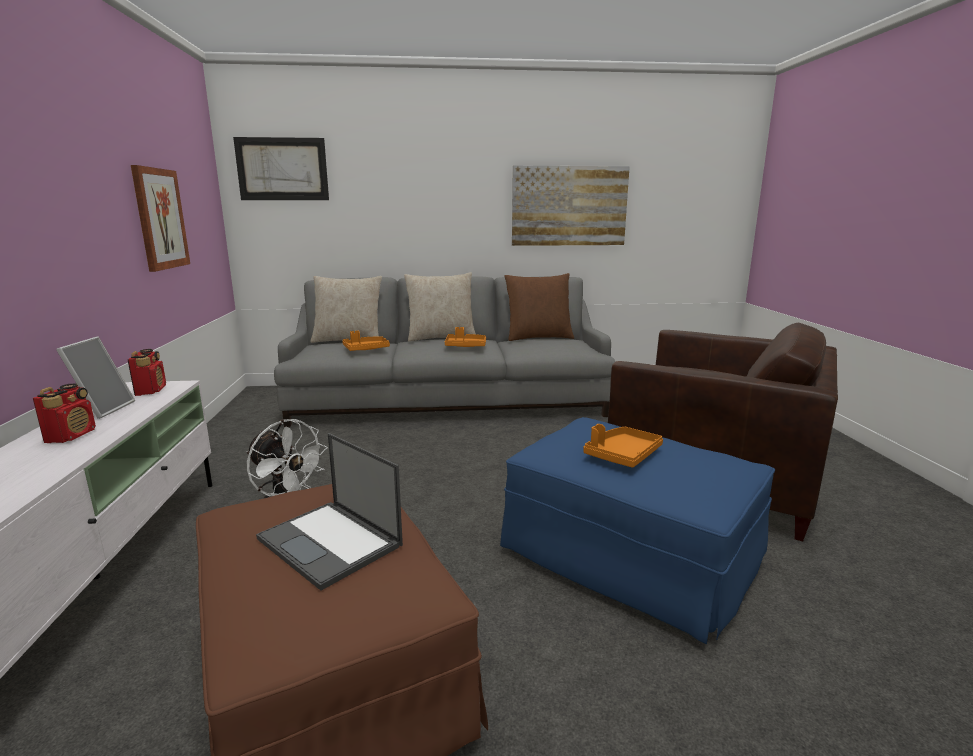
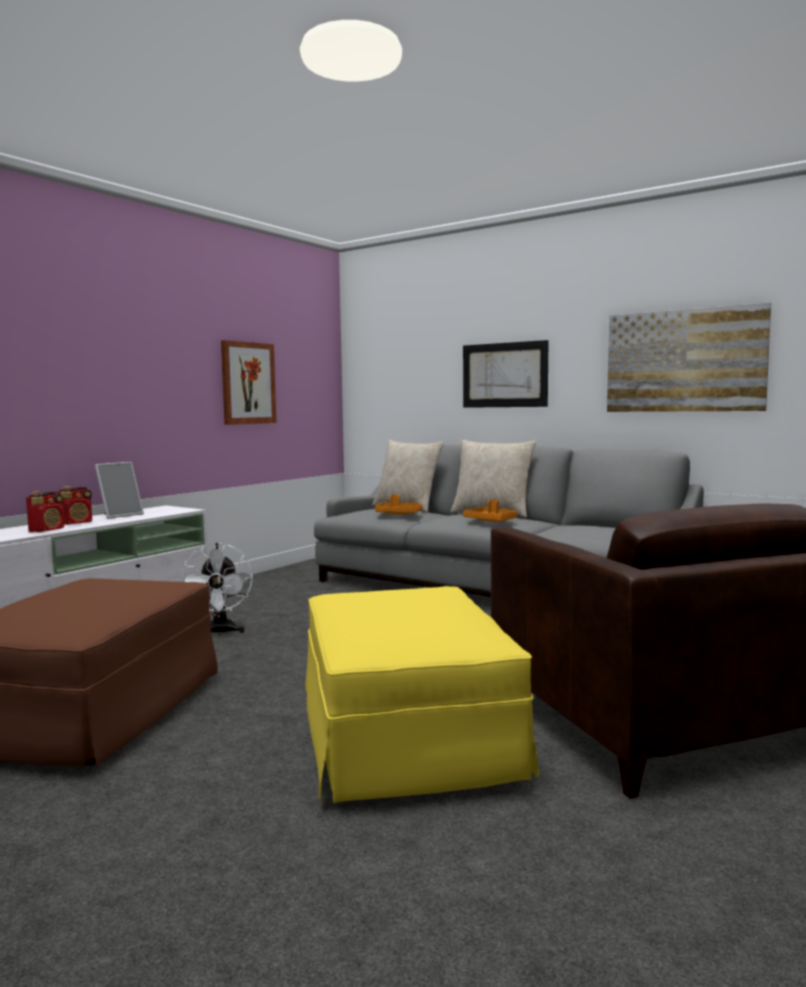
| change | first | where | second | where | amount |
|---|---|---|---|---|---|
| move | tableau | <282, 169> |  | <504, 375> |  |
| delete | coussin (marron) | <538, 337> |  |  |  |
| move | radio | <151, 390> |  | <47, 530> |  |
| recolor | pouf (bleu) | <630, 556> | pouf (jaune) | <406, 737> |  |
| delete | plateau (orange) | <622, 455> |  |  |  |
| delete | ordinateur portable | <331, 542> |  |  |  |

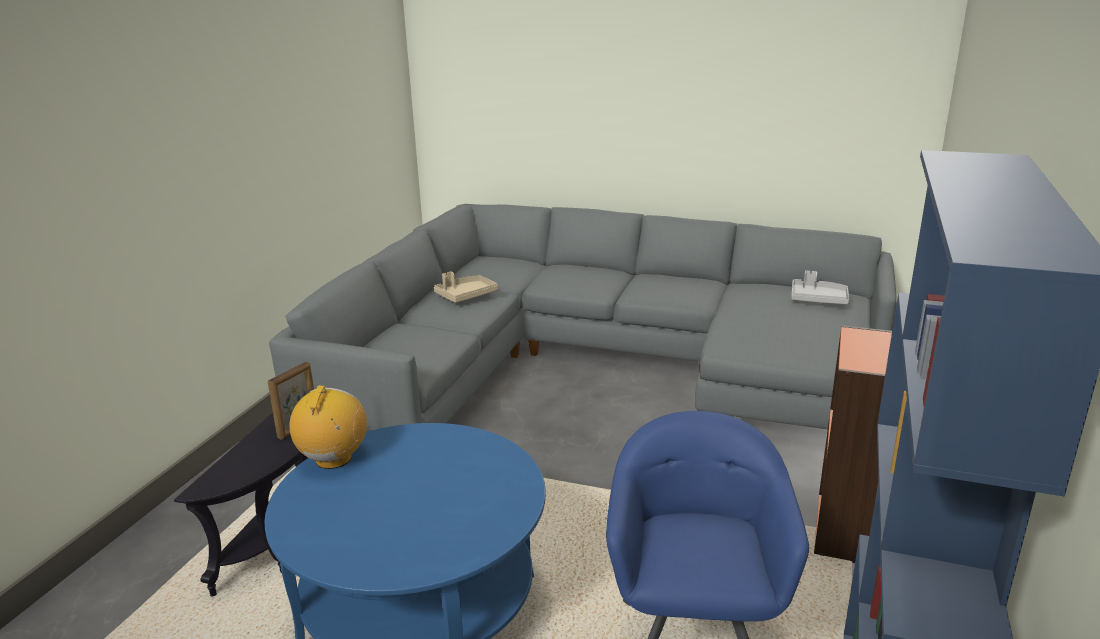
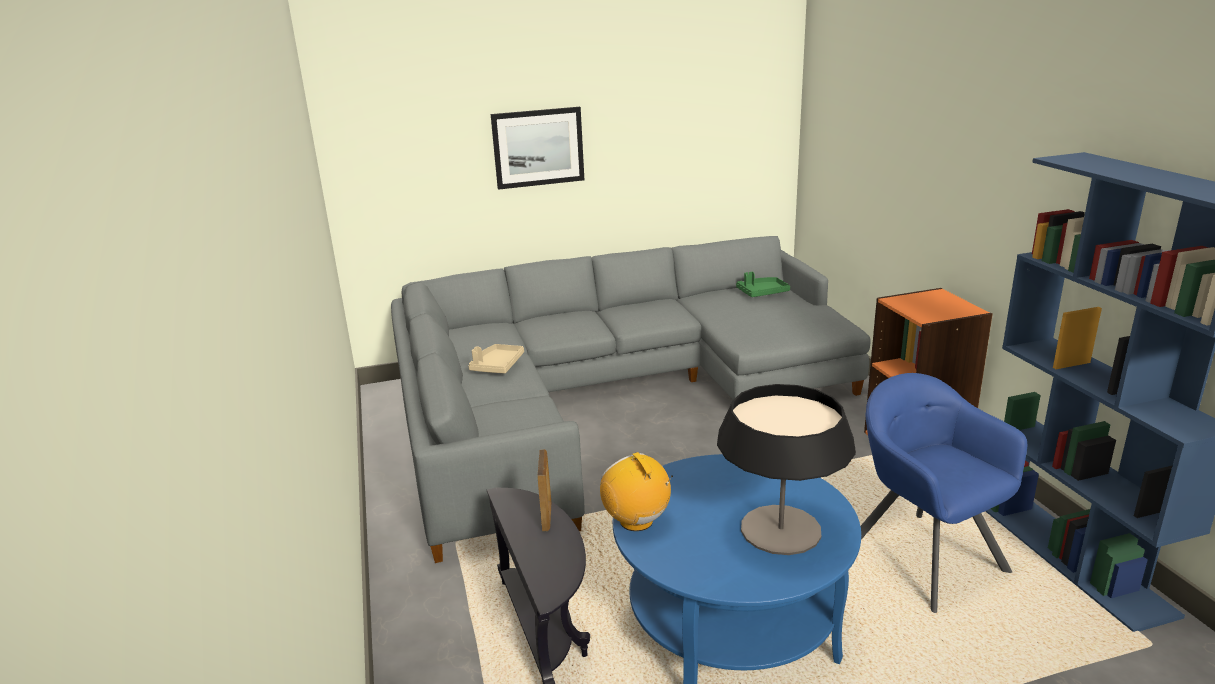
| change | first | where | second | where | amount |
|---|---|---|---|---|---|
| recolor | plateau (gris) | <818, 299> | plateau (vert) | <762, 293> |  |
| insert |  |  | tableau | <538, 147> |  |
| insert |  |  | lampe de table | <780, 530> |  |

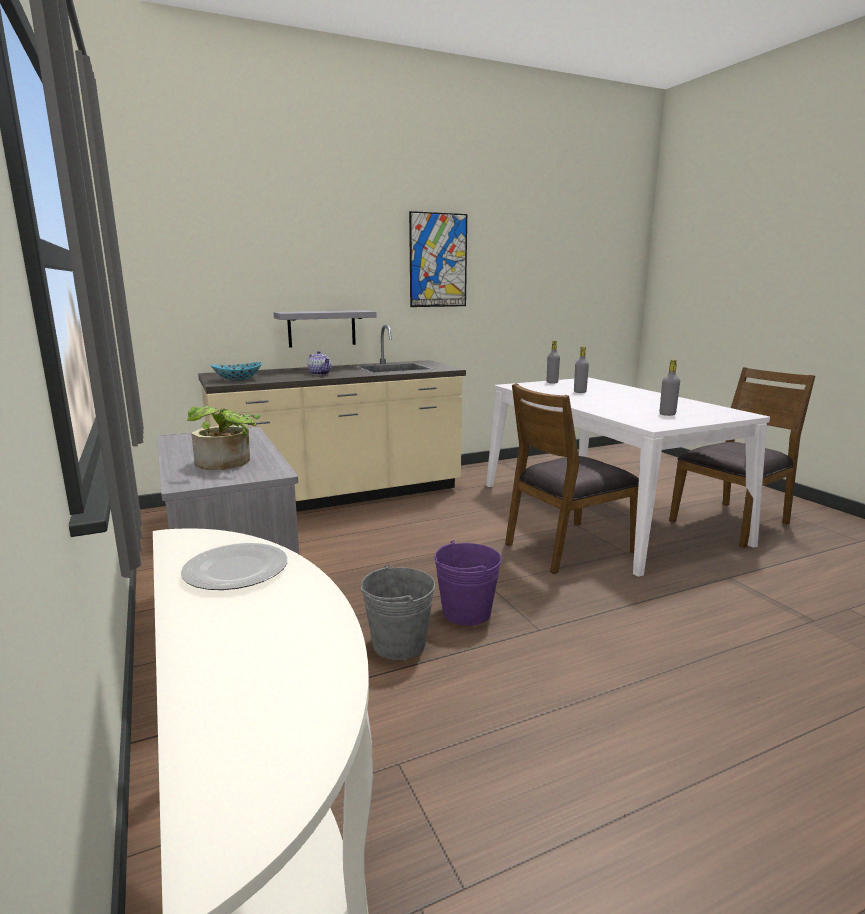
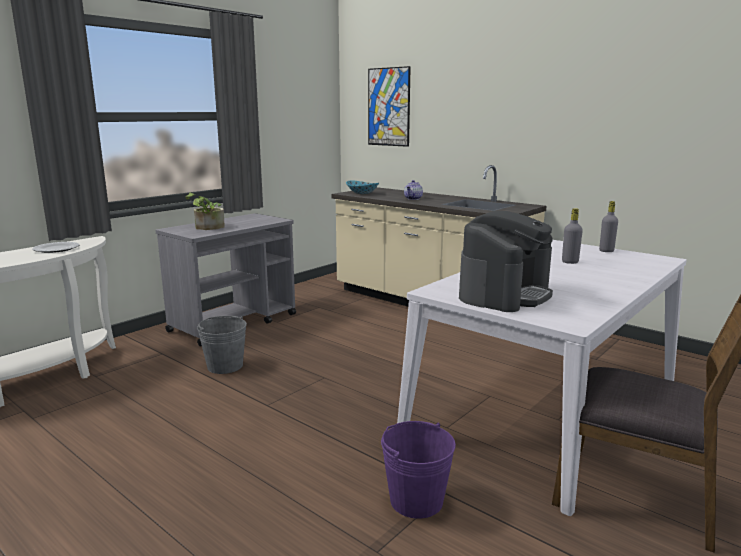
| change | first | where | second | where | amount |
|---|---|---|---|---|---|
| move | tableau | <438, 260> |  | <388, 107> |  |
| delete | étagère (gris) | <322, 328> |  |  |  |
| replace | bouteille (gris) | <667, 414> | machine à café | <504, 294> |  |
| delete | chaise (marron) | <568, 547> |  |  |  |
| move | seau (violet) | <466, 612> |  | <416, 500> |  |

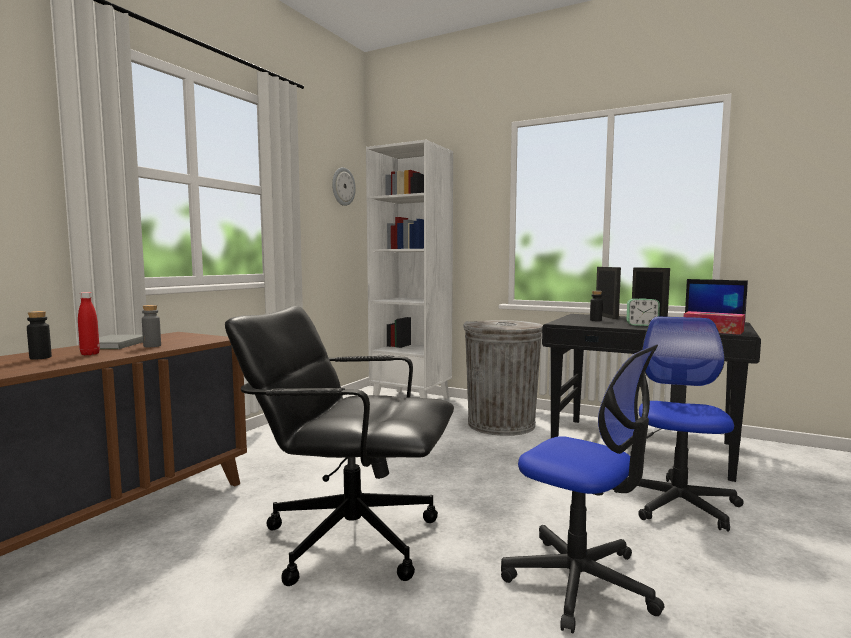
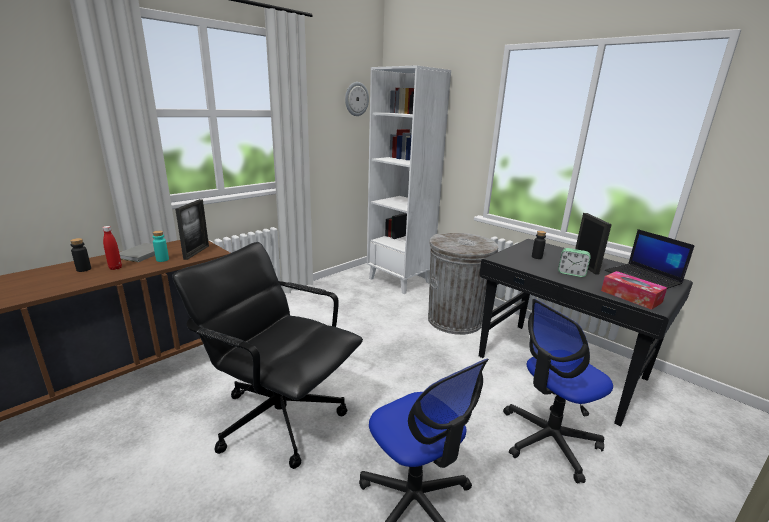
| change | first | where | second | where | amount |
|---|---|---|---|---|---|
| move | cadre photo | <606, 317> |  | <196, 252> |  |
| recolor | bouteille (gris) | <152, 346> | bouteille (turquoise) | <162, 259> |  |
| rotate | chaise de bureau | <677, 503> |  | <548, 440> | 150 degrees counterclockwise |

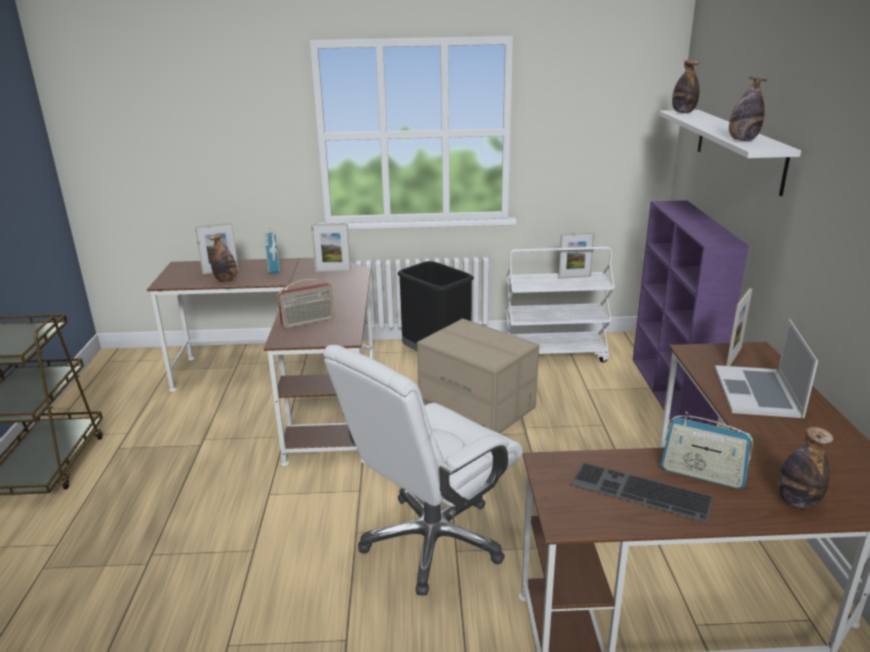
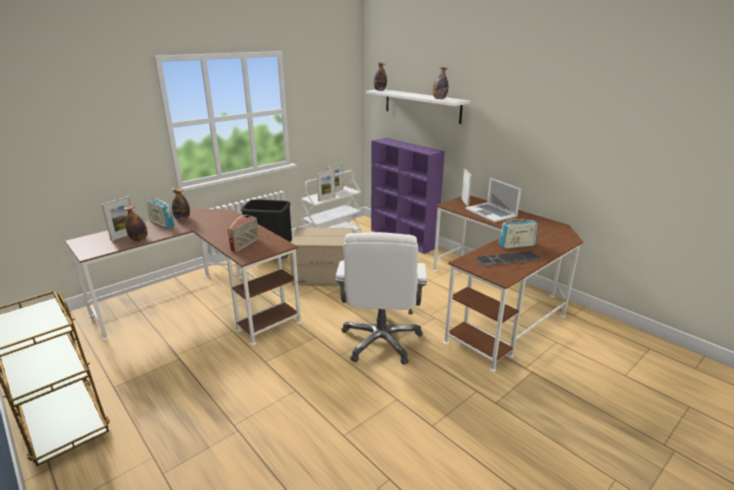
| change | first | where | second | where | amount |
|---|---|---|---|---|---|
| move | cadre photo | <333, 271> |  | <326, 198> |  |
| move | bouteille | <797, 501> |  | <182, 219> |  |

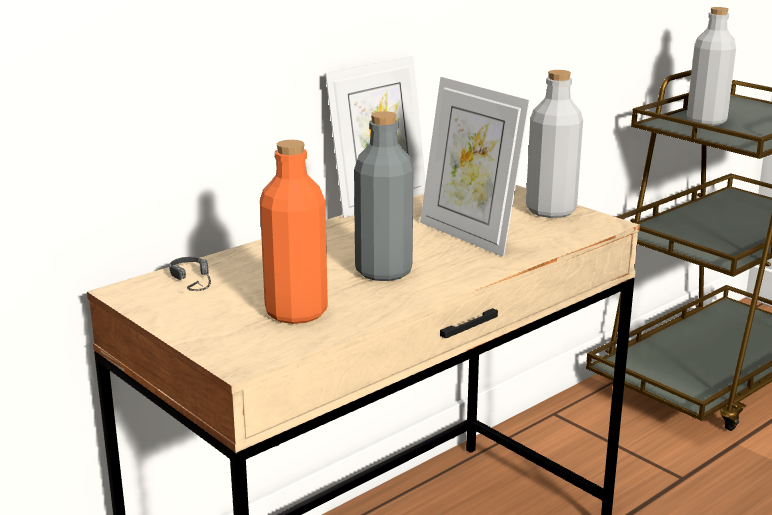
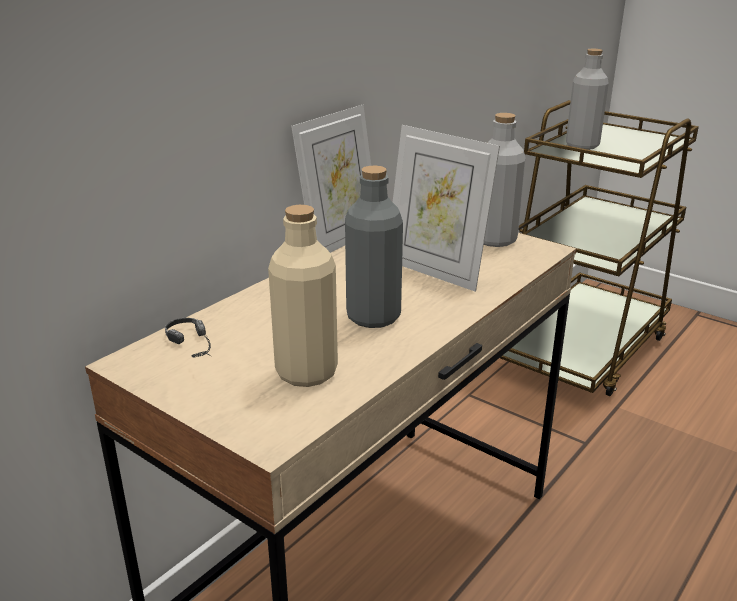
| change | first | where | second | where | amount |
|---|---|---|---|---|---|
| recolor | bouteille (orange) | <296, 312> | bouteille (beige) | <306, 372> |  |

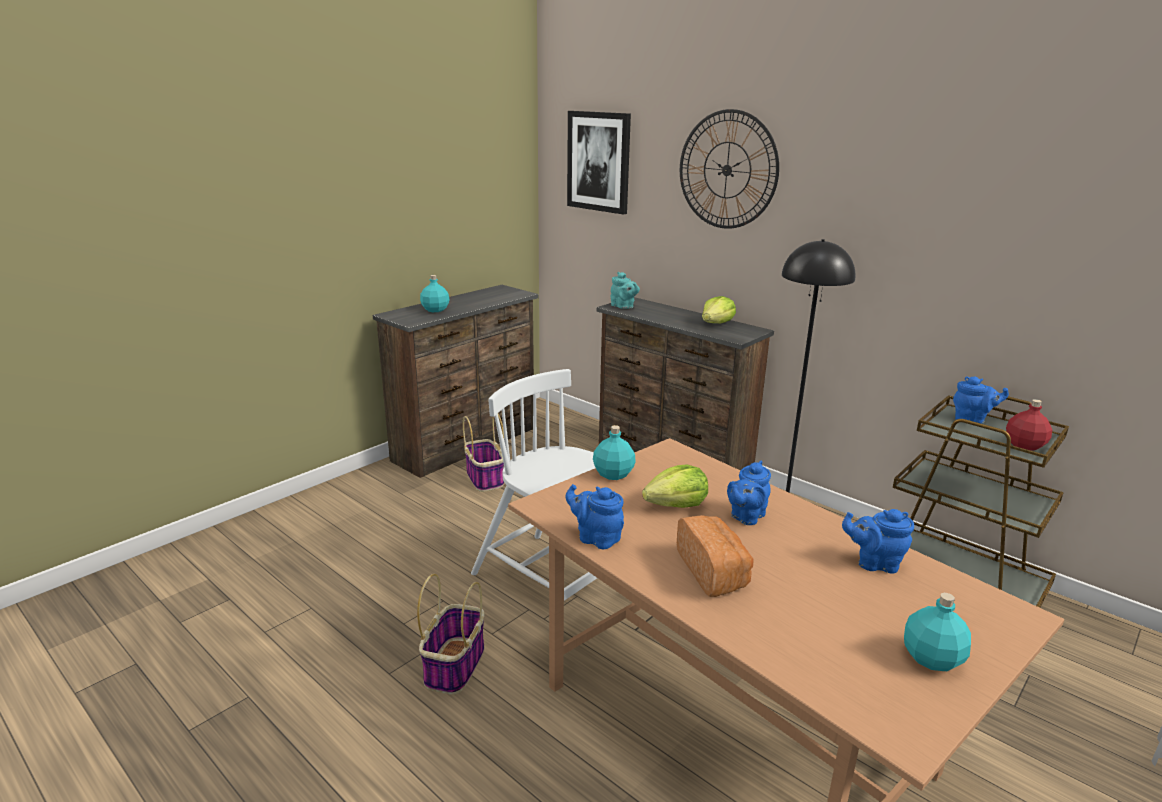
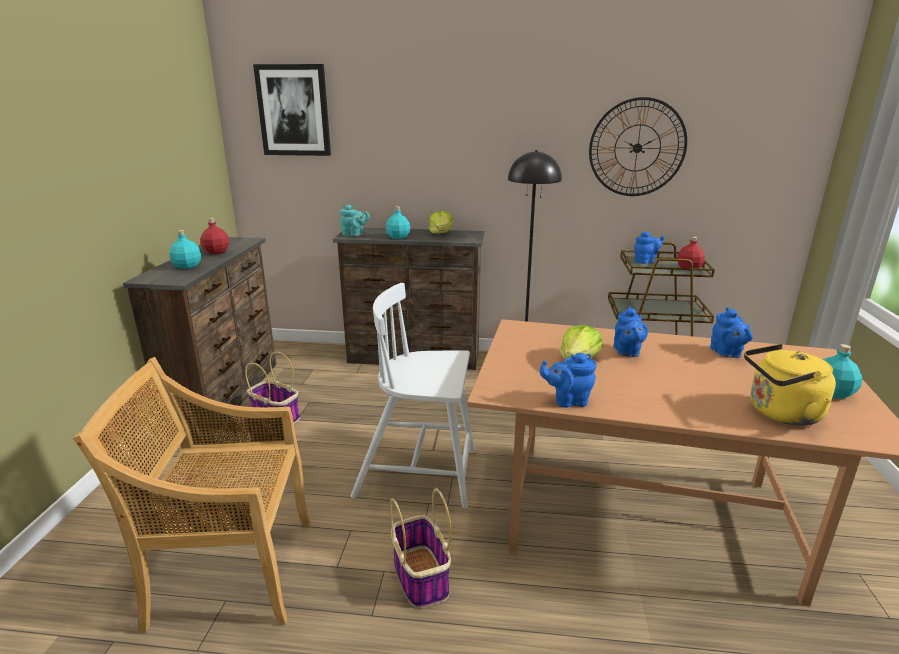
| change | first | where | second | where | amount |
|---|---|---|---|---|---|
| move | horloge murale | <727, 170> |  | <637, 148> |  |
| move | bouteille (turquoise) | <614, 474> |  | <398, 237> |  |
| rotate | théière (bleu) | <874, 563> |  | <727, 353> | 75 degrees counterclockwise |
| delete | pain | <713, 571> |  |  |  |
| insert |  |  | bouteille (rouge) | <217, 252> |  |
| insert |  |  | bouilloire (jaune) | <780, 413> |  |
| insert |  |  | chaise (beige) | <230, 571> |  |

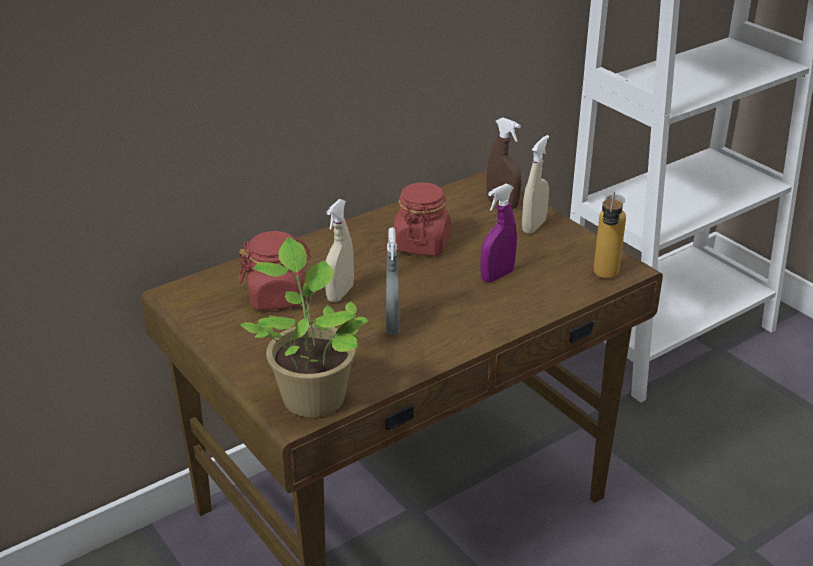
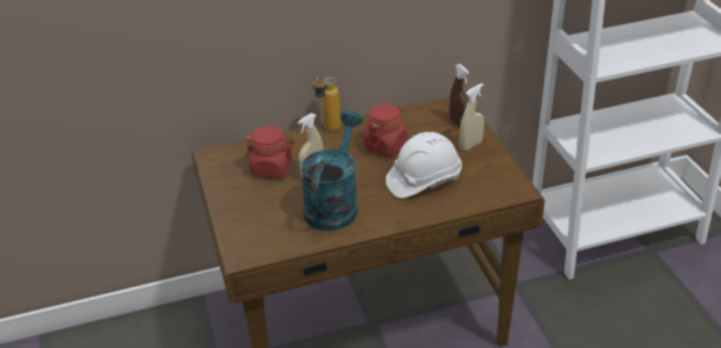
| change | first | where | second | where | amount |
|---|---|---|---|---|---|
| replace | vaporisateur (violet) | <497, 276> | casque de chantier (blanc) | <423, 180> |  |
| move | bouteille | <604, 278> |  | <328, 131> |  |
| replace | vaporisateur (gris) | <392, 325> | arrosoir (turquoise) | <334, 204> |  |
| delete | plante en pot | <312, 395> |  |  |  |

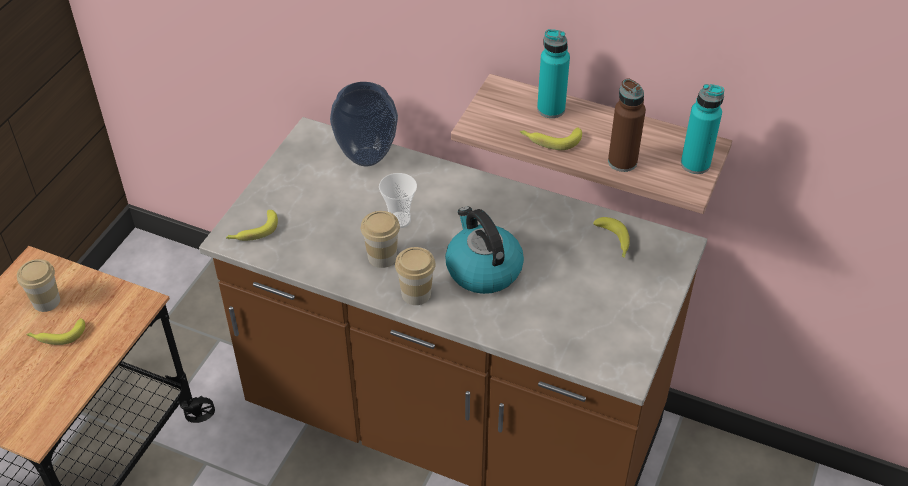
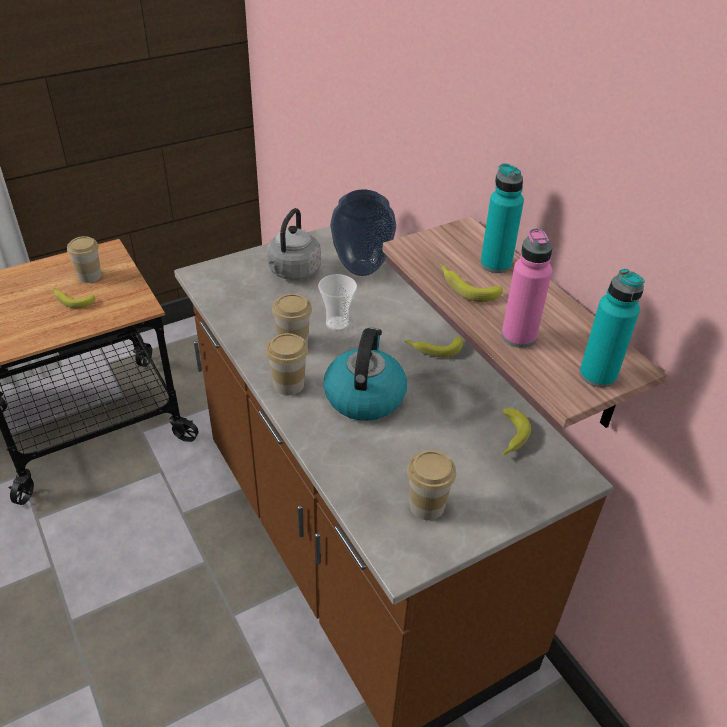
| change | first | where | second | where | amount |
|---|---|---|---|---|---|
| recolor | bouteille (marron) | <622, 162> | bouteille (rose) | <518, 336> |  |
| move | banane | <253, 231> |  | <433, 348> |  |
| insert |  |  | bouilloire (gris) | <293, 272> |  |
| insert |  |  | tasse | <427, 505> |  |

